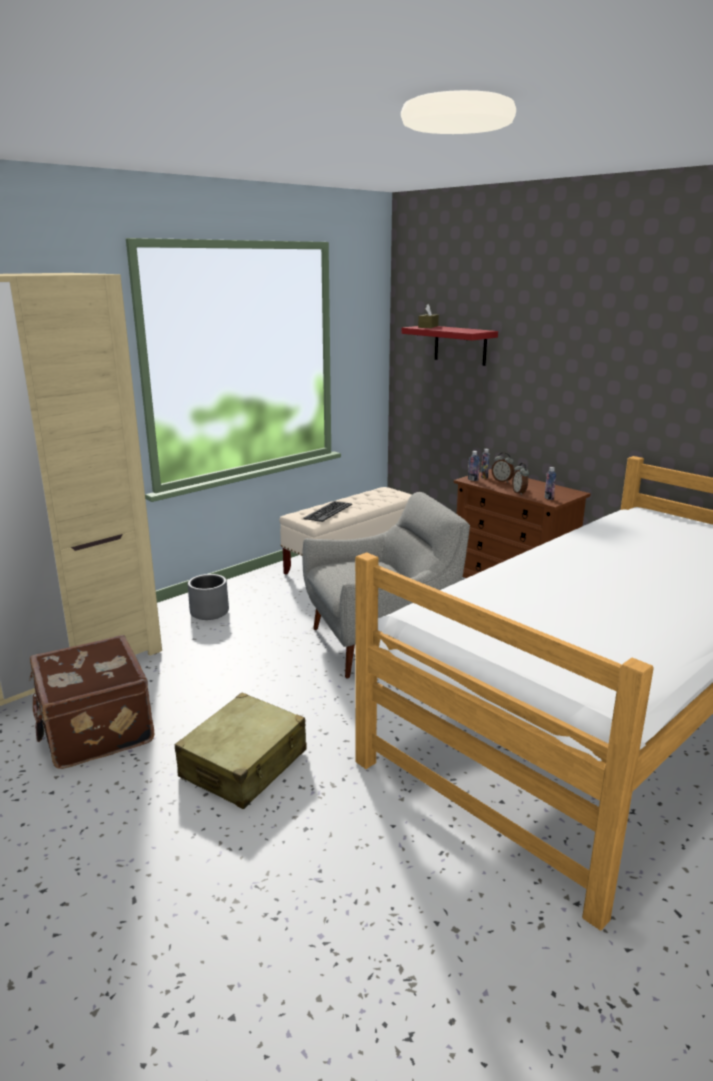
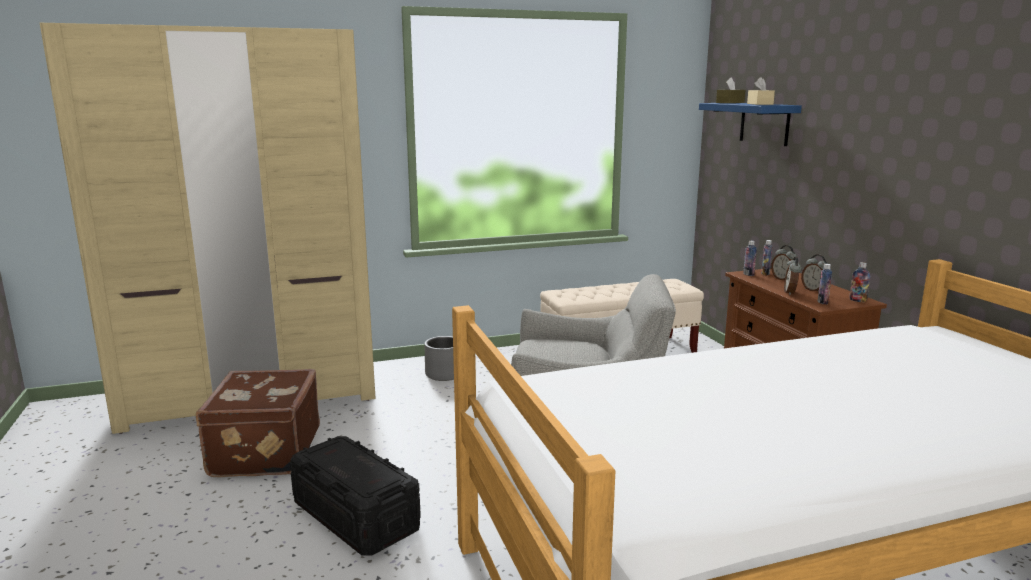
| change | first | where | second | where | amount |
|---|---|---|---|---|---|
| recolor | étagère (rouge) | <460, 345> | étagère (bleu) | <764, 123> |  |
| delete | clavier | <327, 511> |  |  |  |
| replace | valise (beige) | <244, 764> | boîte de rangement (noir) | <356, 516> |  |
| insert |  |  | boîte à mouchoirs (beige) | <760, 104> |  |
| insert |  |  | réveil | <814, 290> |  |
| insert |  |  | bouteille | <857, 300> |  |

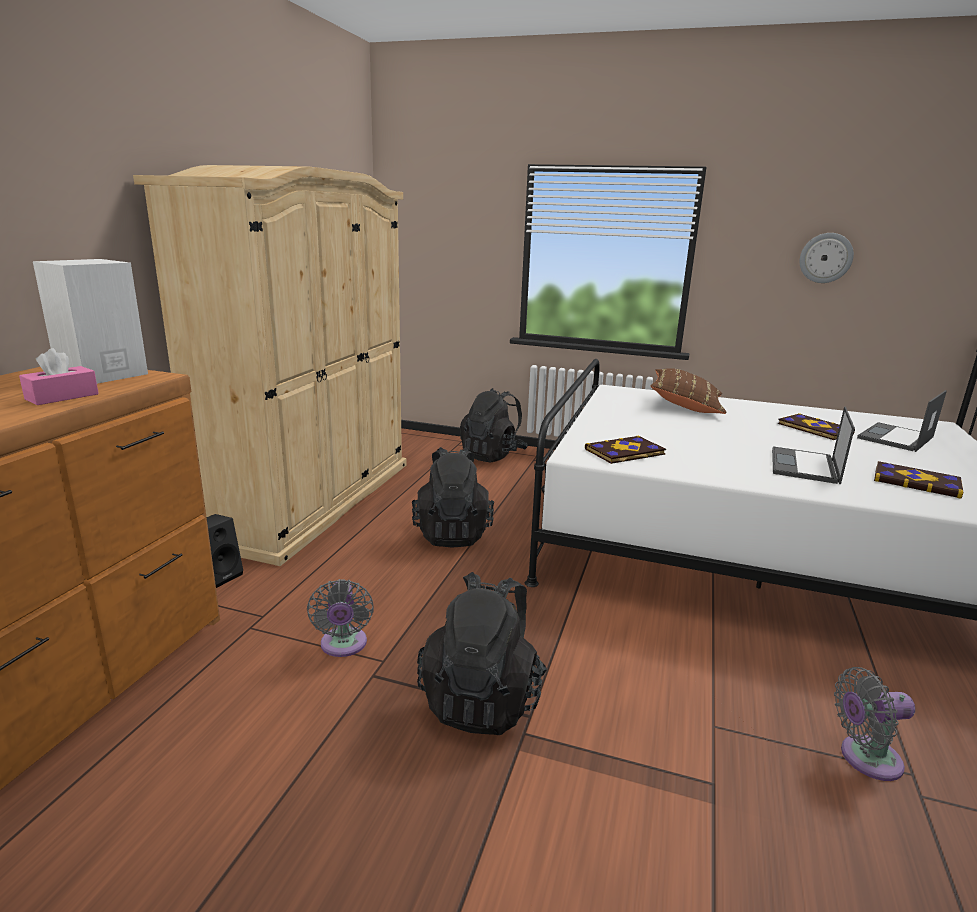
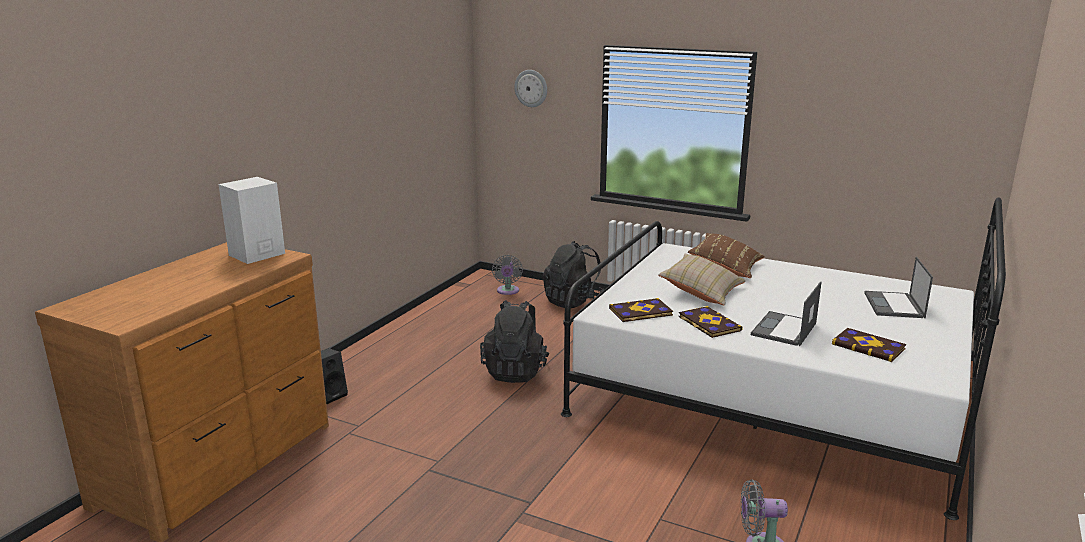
| change | first | where | second | where | amount |
|---|---|---|---|---|---|
| delete | armoire (beige) | <313, 499> |  |  |  |
| move | horloge murale | <825, 258> |  | <531, 88> |  |
| delete | boîte à mouchoirs (rose) | <62, 397> |  |  |  |
| rotate | ordinateur portable | <895, 438> |  | <894, 305> | 45 degrees counterclockwise |
| move | livre | <814, 429> |  | <708, 324> |  |
| delete | sac à dos (noir) | <483, 699> |  |  |  |
| move | ventilateur (gris) | <343, 646> |  | <507, 291> |  |
| insert |  |  | coussin (beige) | <701, 292> |  |

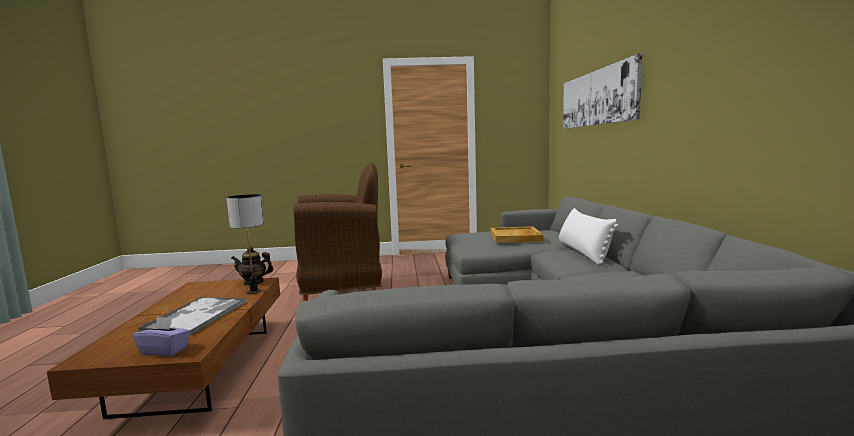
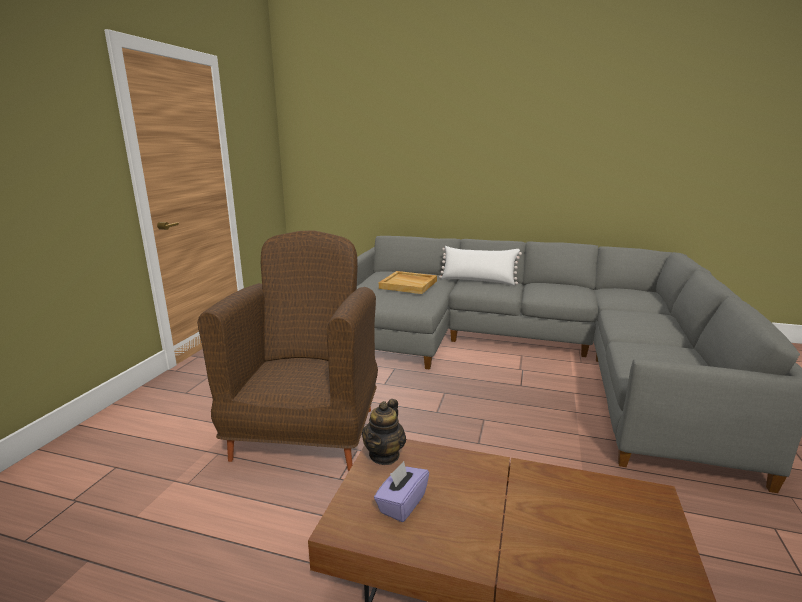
| change | first | where | second | where | amount |
|---|---|---|---|---|---|
| delete | tableau | <597, 98> |  |  |  |
| delete | lampe de table | <253, 292> |  |  |  |
| delete | plateau | <197, 316> |  |  |  |
| move | boîte à mouchoirs (violet) | <165, 351> |  | <401, 504> |  |

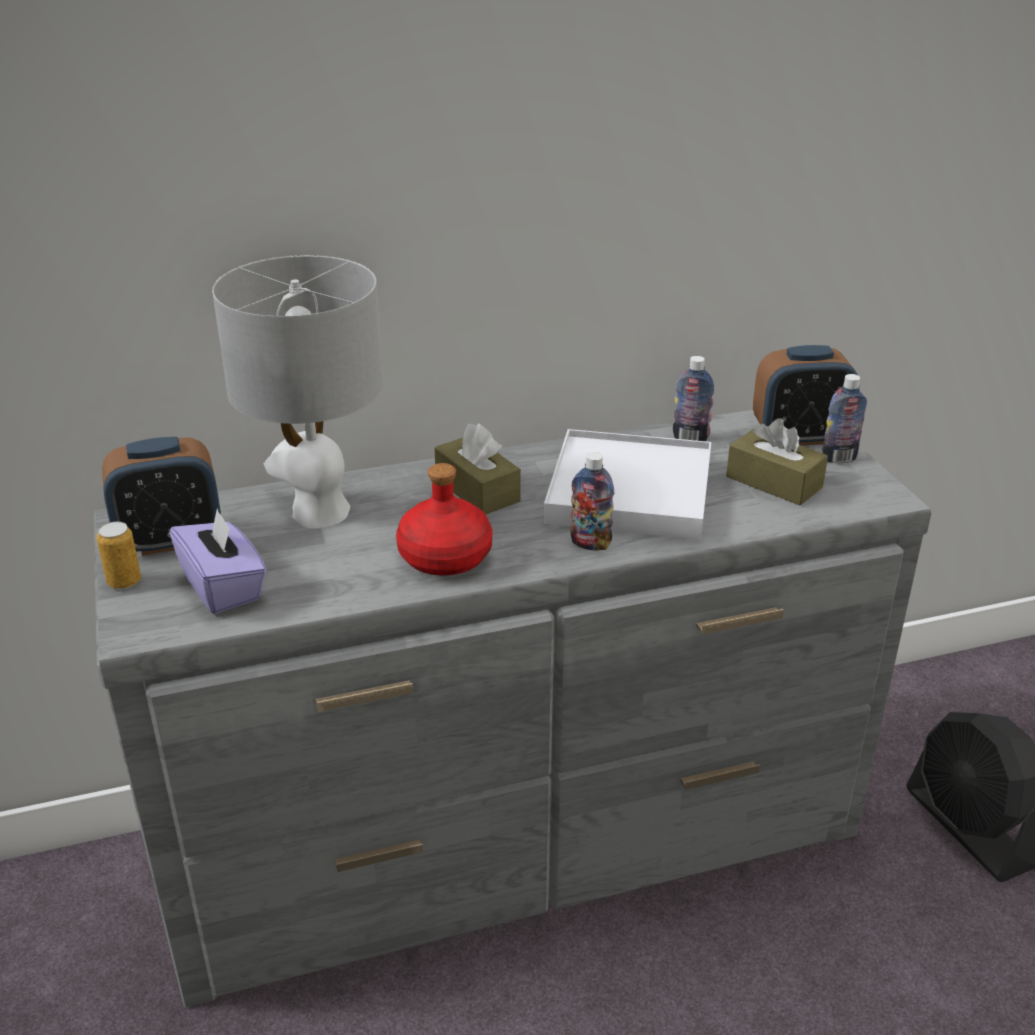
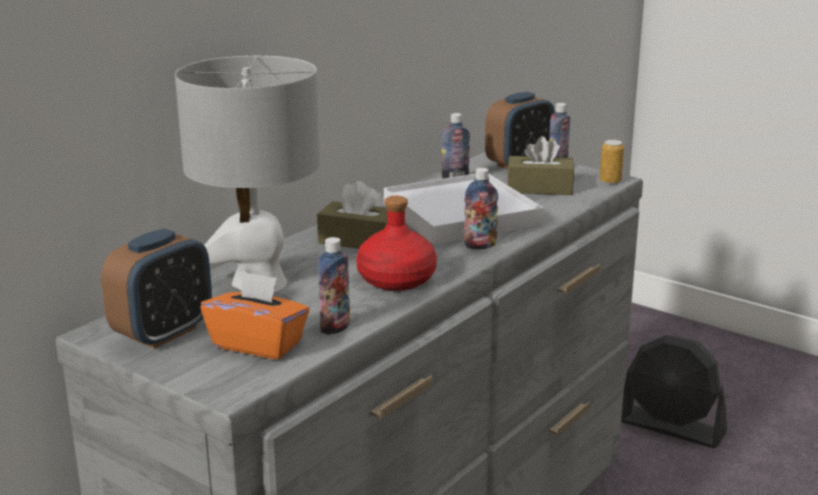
| change | first | where | second | where | amount |
|---|---|---|---|---|---|
| recolor | boîte à mouchoirs (violet) | <223, 587> | boîte à mouchoirs (orange) | <258, 344> |  |
| move | boîte métallique | <124, 582> |  | <610, 181> |  |
| insert |  |  | bouteille | <335, 327> |  |

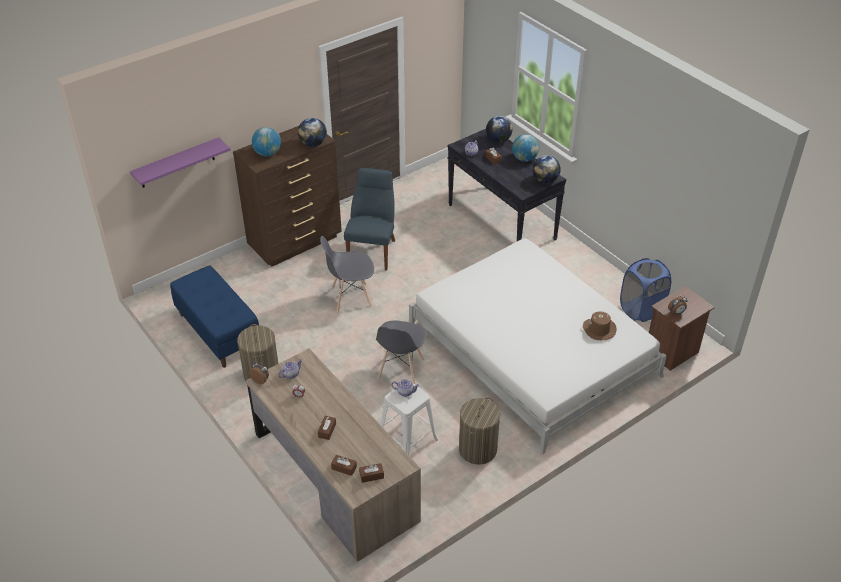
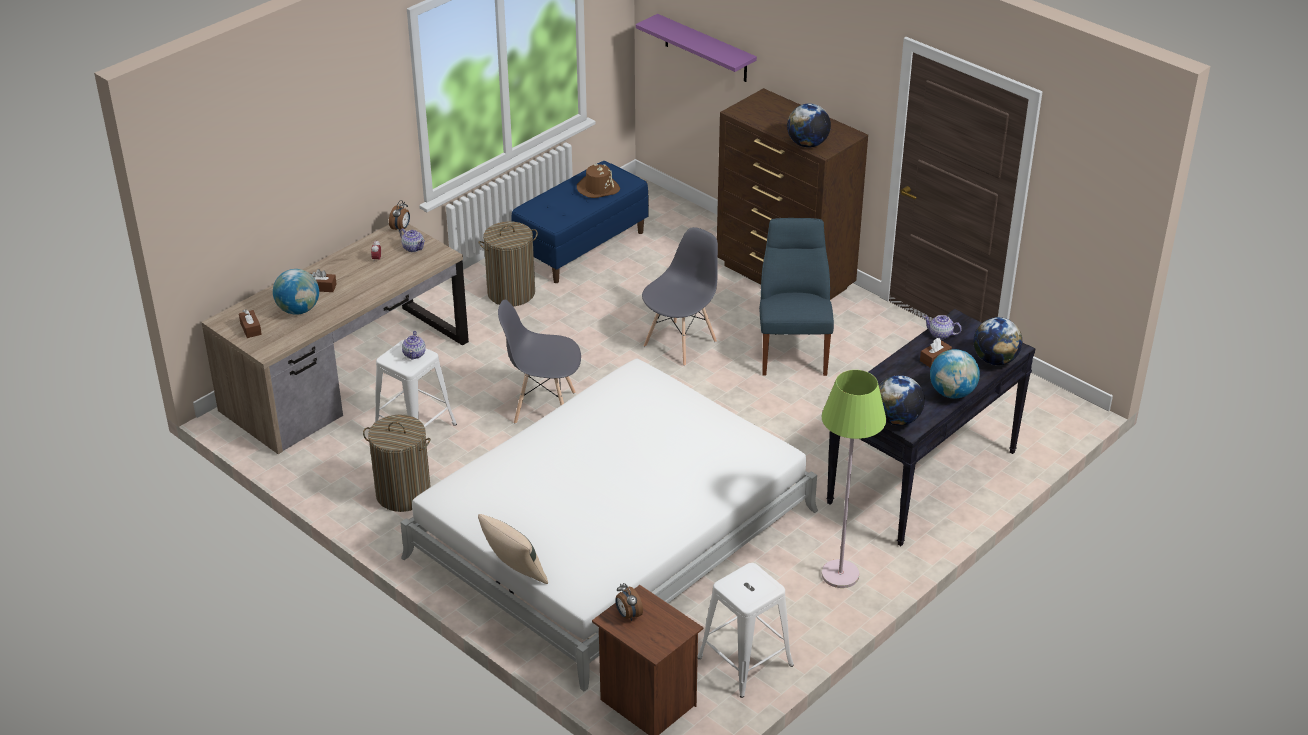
| change | first | where | second | where | amount |
|---|---|---|---|---|---|
| move | globe | <268, 153> |  | <298, 310> |  |
| rotate | chaise (bleu) | <373, 251> |  | <792, 350> | 90 degrees counterclockwise |
| rotate | chaise (gris) | <350, 297> |  | <680, 343> | 60 degrees clockwise |
| replace | panier à linge (bleu) | <641, 310> | tabouret (blanc) | <745, 661> |  |
| move | chapeau (marron) | <599, 329> |  | <598, 188> |  |
| delete | boîte à mouchoirs (marron) | <344, 468> |  |  |  |
| insert |  |  | lampadaire (vert) | <840, 575> |  |
| insert |  |  | coussin (beige) | <514, 573> |  |

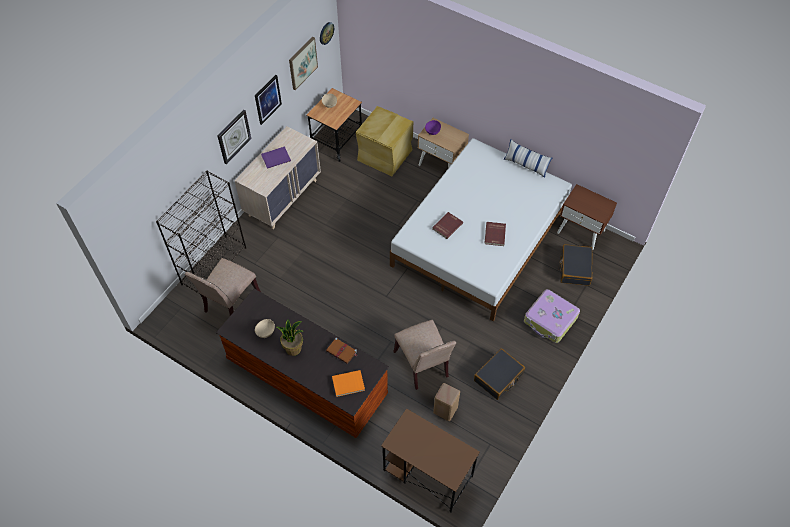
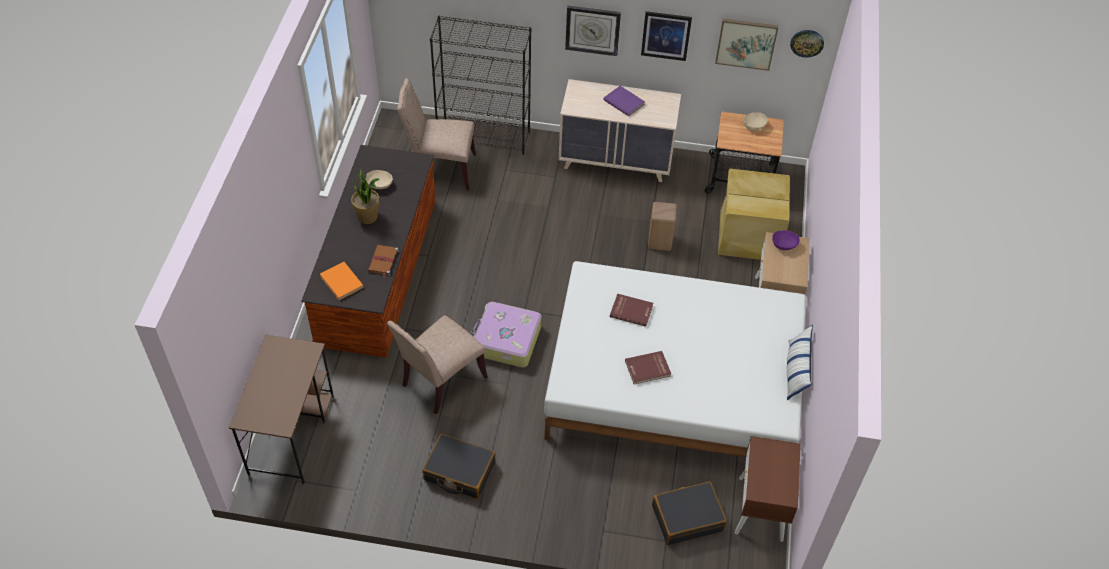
| change | first | where | second | where | amount |
|---|---|---|---|---|---|
| move | valise | <550, 320> |  | <506, 340> |  |
| move | tabouret (beige) | <446, 410> |  | <660, 242> |  |

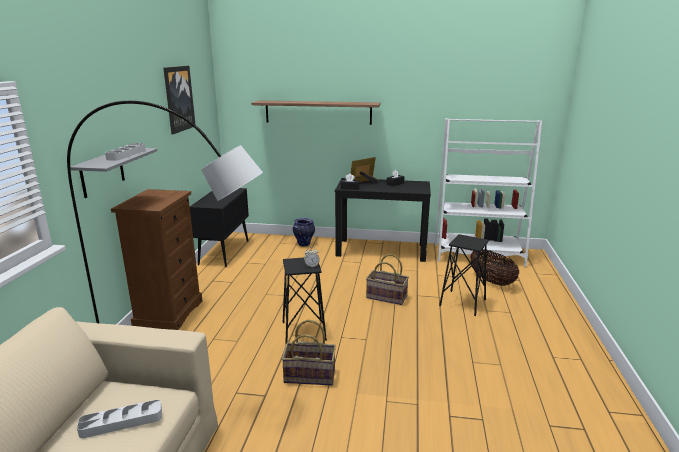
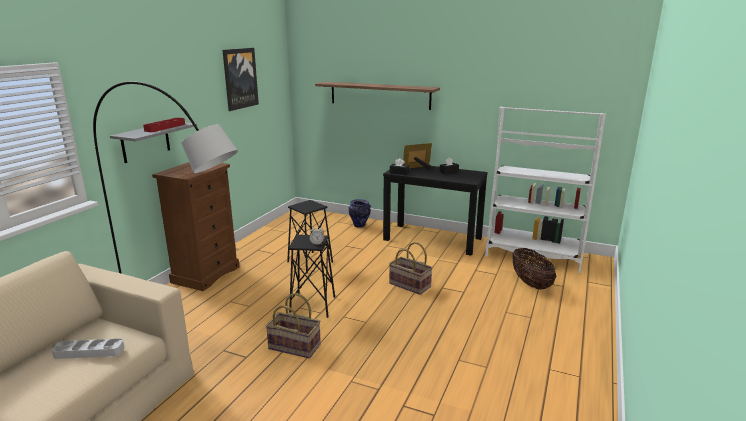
| change | first | where | second | where | amount |
|---|---|---|---|---|---|
| recolor | plateau (gris) | <126, 154> | plateau (rouge) | <165, 127> |  |
| delete | meuble de rangement (noir) | <224, 252> |  |  |  |
| move | tabouret (noir) | <462, 303> |  | <310, 262> |  |

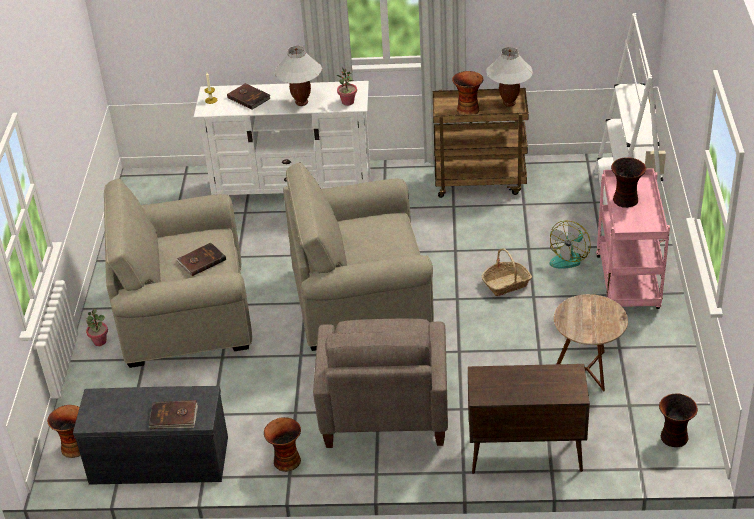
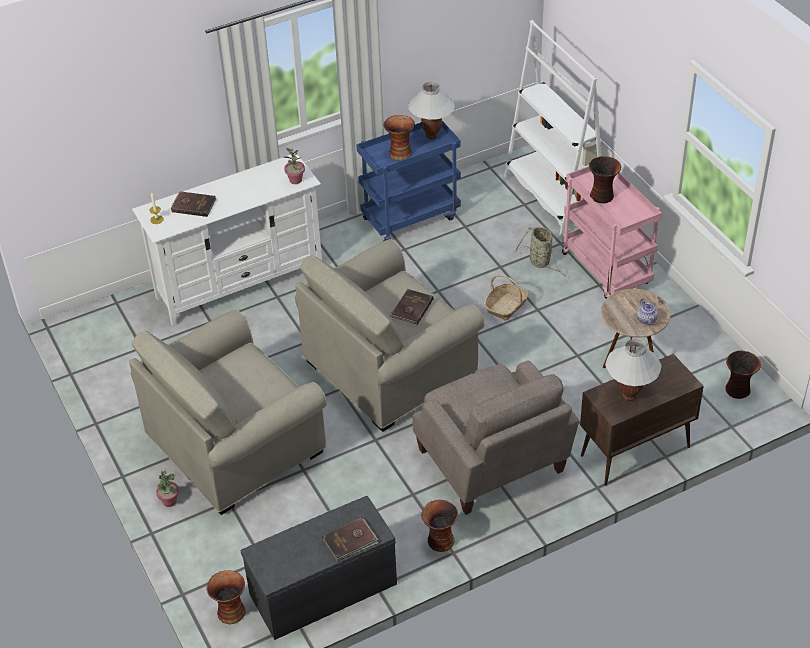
| change | first | where | second | where | amount |
|---|---|---|---|---|---|
| move | lampe de table (blanc) | <302, 102> |  | <629, 395> |  |
| recolor | chariot (marron) | <480, 181> | chariot (bleu) | <411, 217> |  |
| replace | ventilateur | <569, 257> | panier | <541, 263> |  |
| move | livre (marron) | <201, 261> |  | <411, 308> |  |
| insert |  |  | théière | <647, 320> |  |

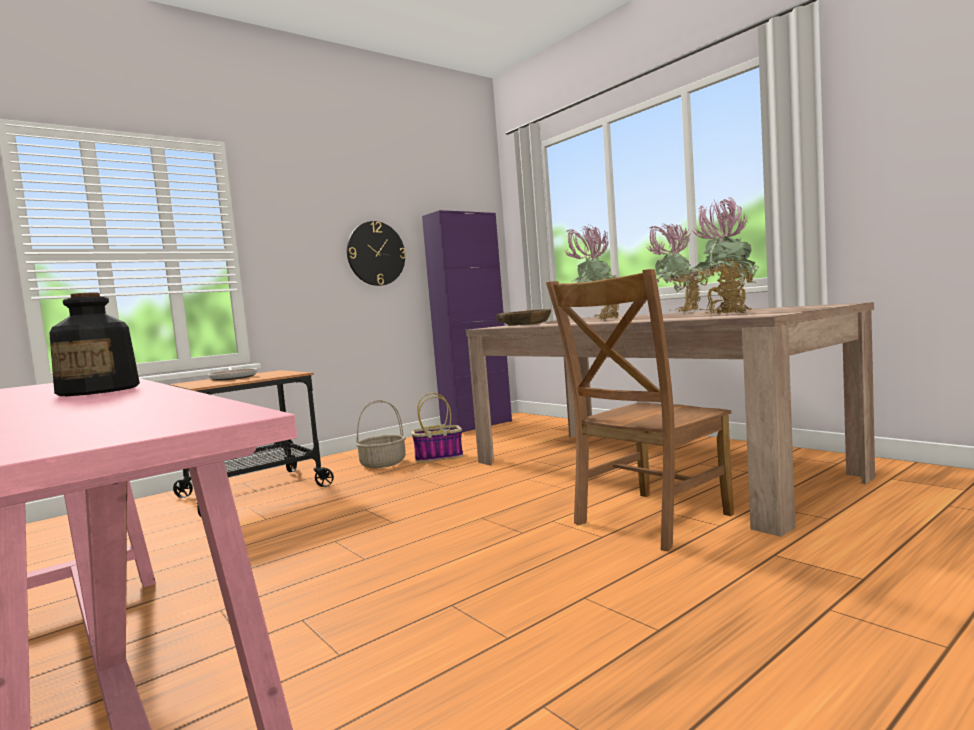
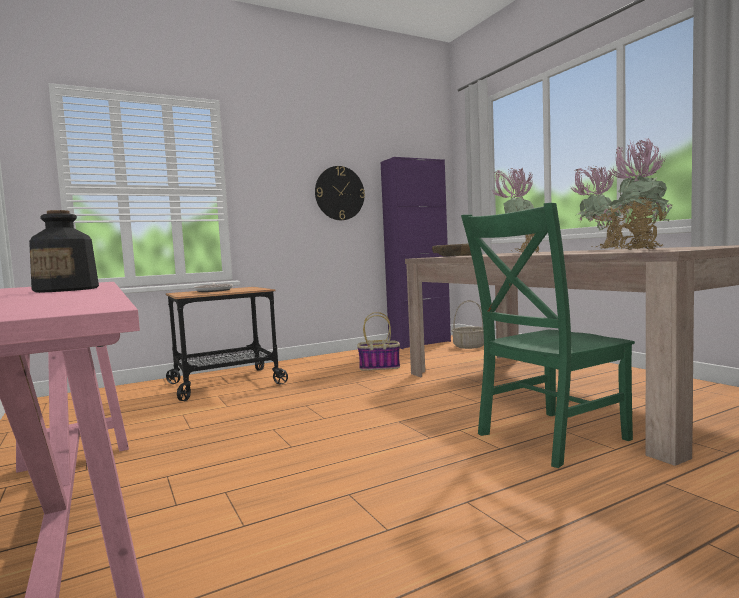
| change | first | where | second | where | amount |
|---|---|---|---|---|---|
| recolor | chaise (marron) | <648, 521> | chaise (vert) | <547, 438> |  |
| move | panier | <383, 463> |  | <470, 346> |  |

